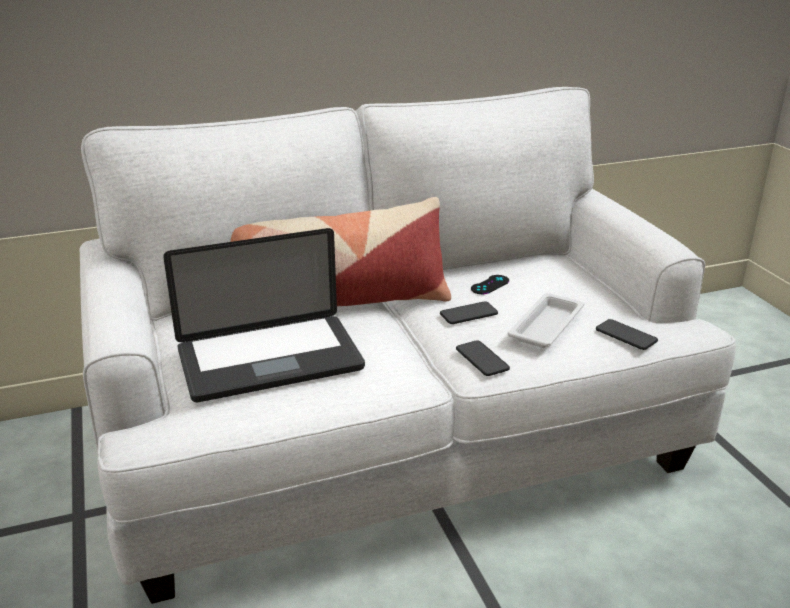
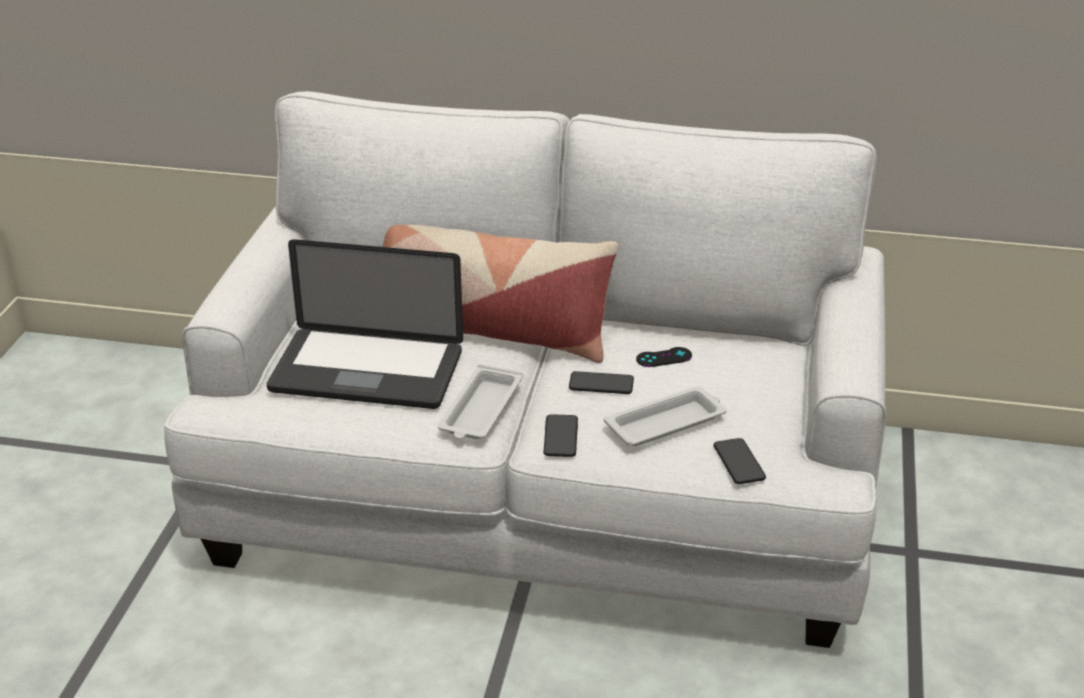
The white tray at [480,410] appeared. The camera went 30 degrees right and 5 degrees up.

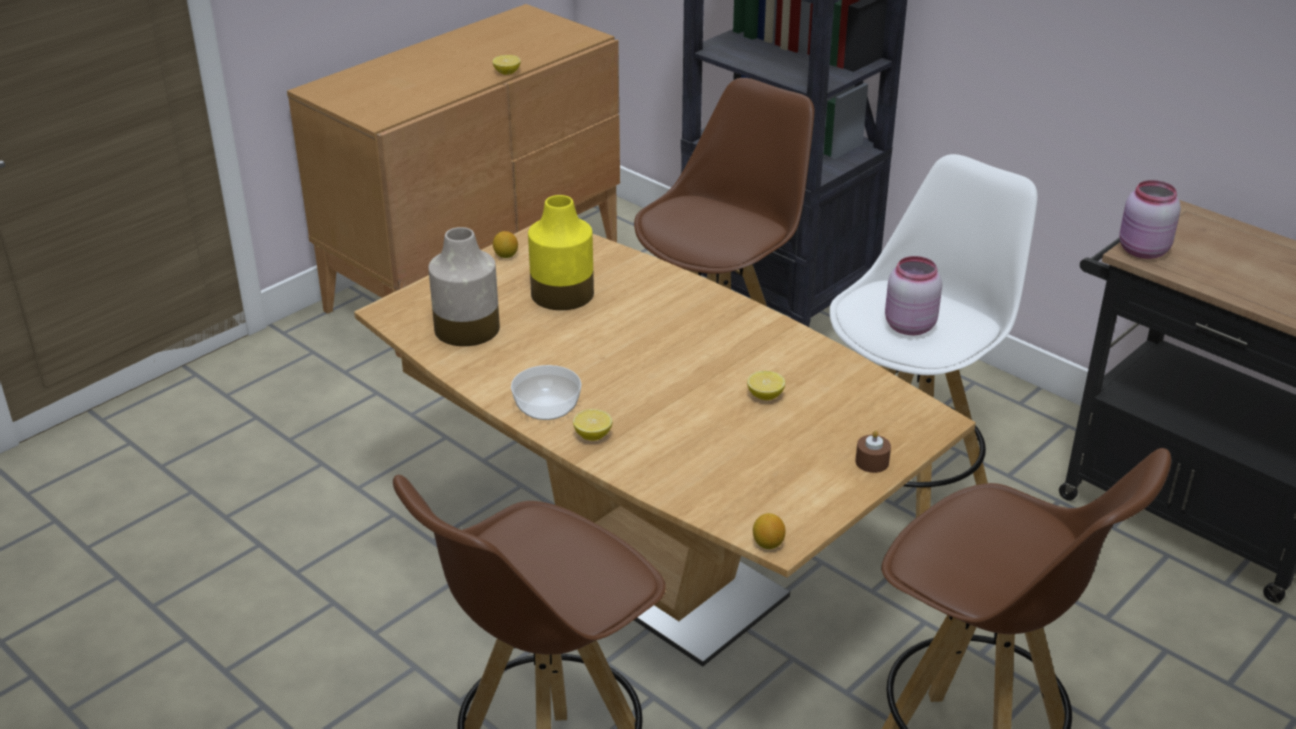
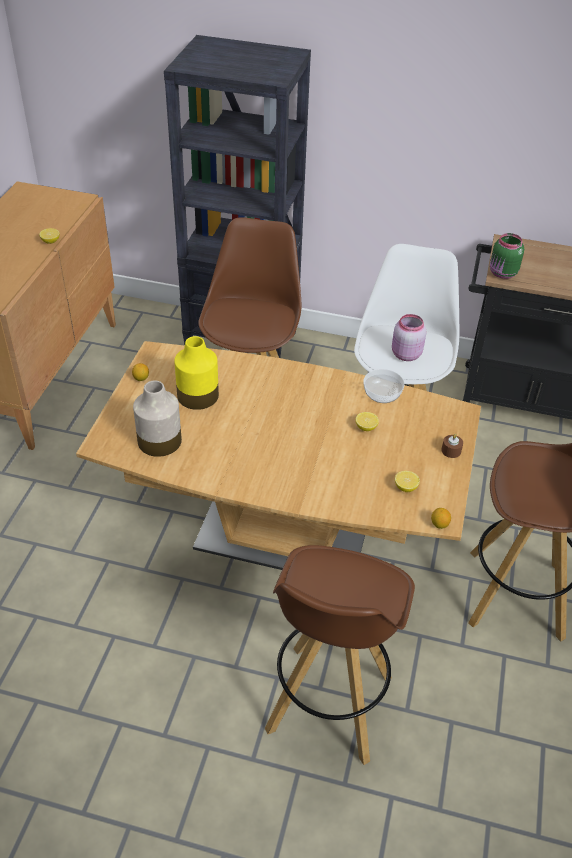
The bowl moved from [548,407] to [382,394]. The lemon moved from [592,435] to [405,487]. The pink jar at [1142,251] became the green jar at [502,273]. The camera went 30 degrees left and 10 degrees up.

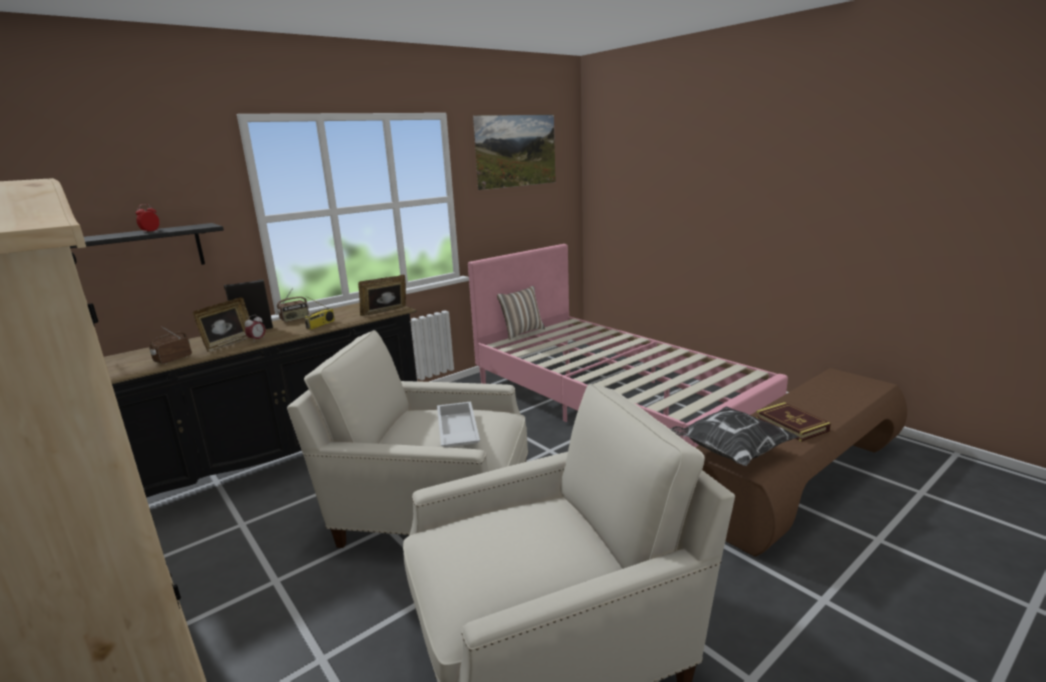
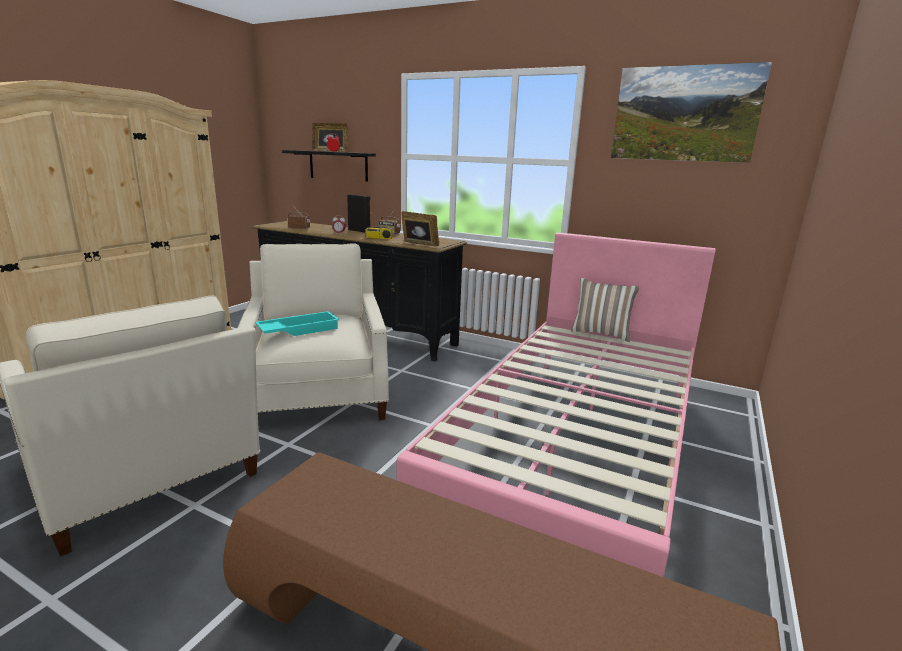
The pillow at [729,452] disappeared. The book at [791,425] disappeared. The picture frame moved from [229,344] to [330,151]. The white tray at [456,432] became the turquoise tray at [299,329]. The camera went 65 degrees right and 0 degrees up.

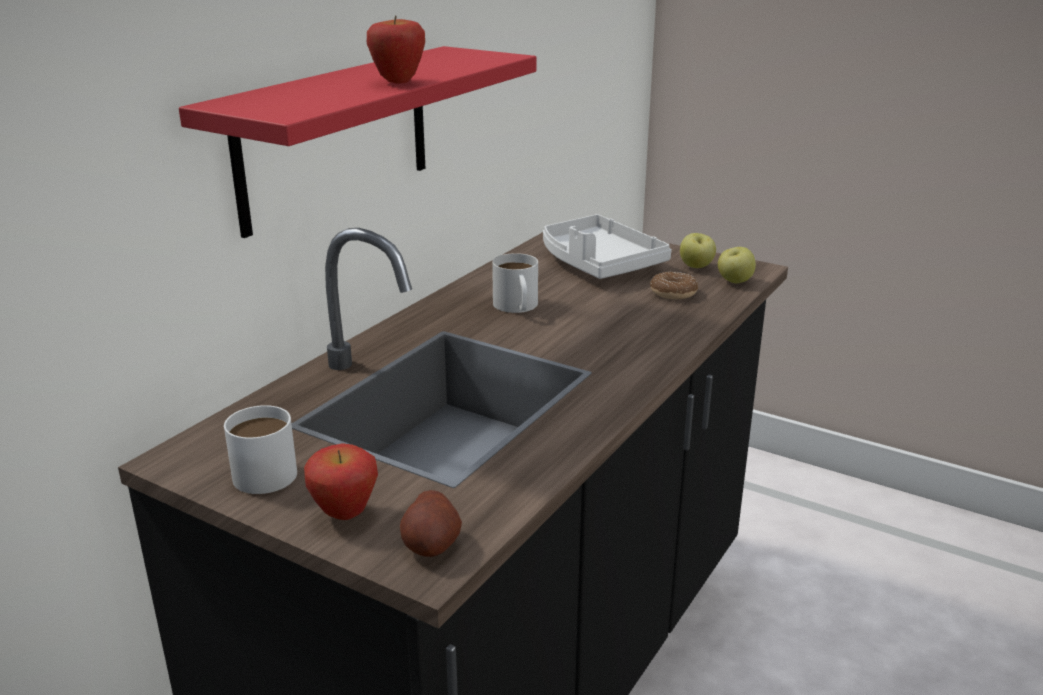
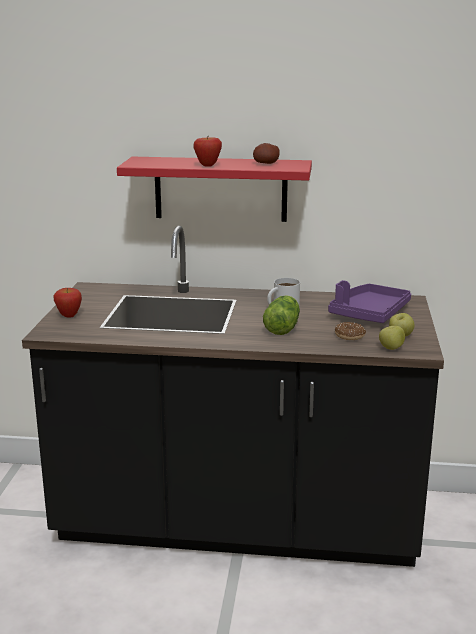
The white mug at [263,468] disappeared. The lettuce at [283,327] appeared. The potato moved from [432,544] to [266,163]. The grey tray at [598,263] became the purple tray at [369,313]. The camera went 65 degrees right and 5 degrees down.

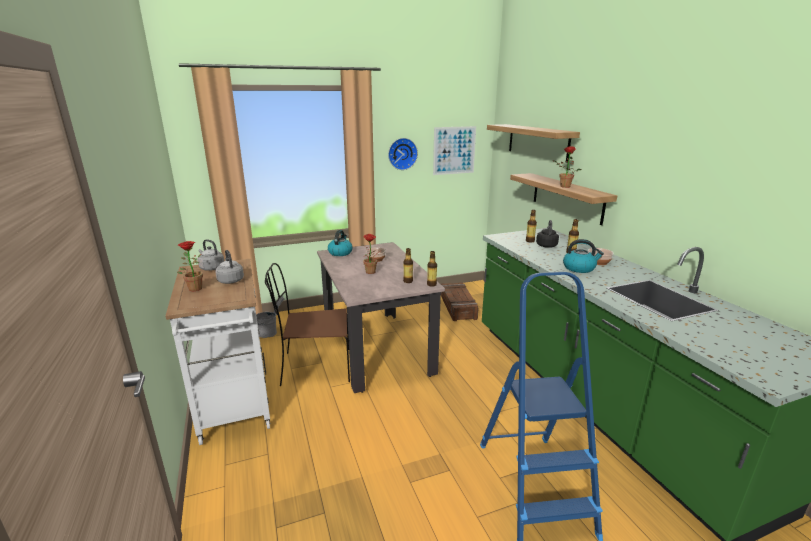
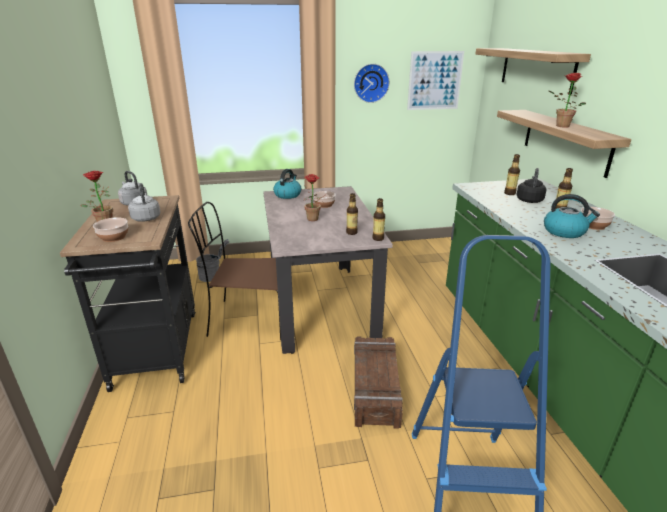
The bowl at [114,237] appeared. The crate moved from [458,306] to [376,387]. The white cart at [235,404] became the black cart at [156,351]. The camera went 10 degrees right and 5 degrees up.

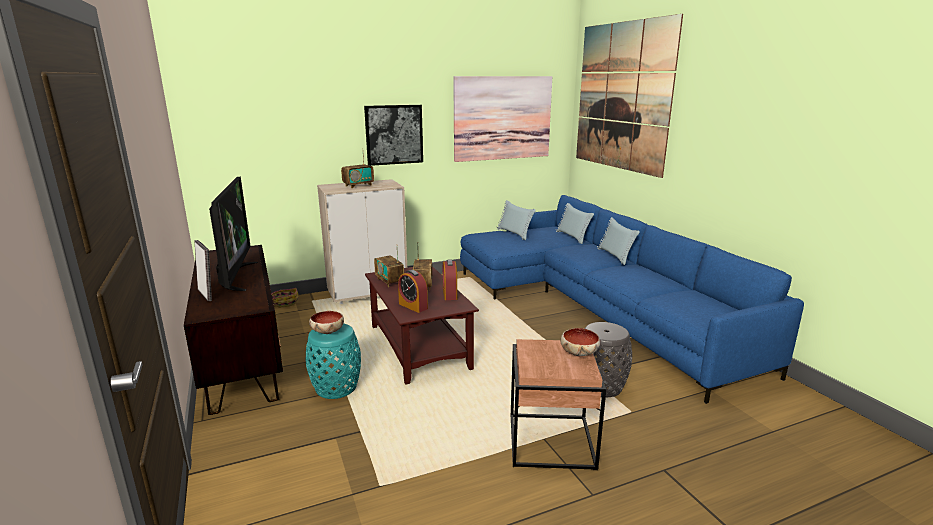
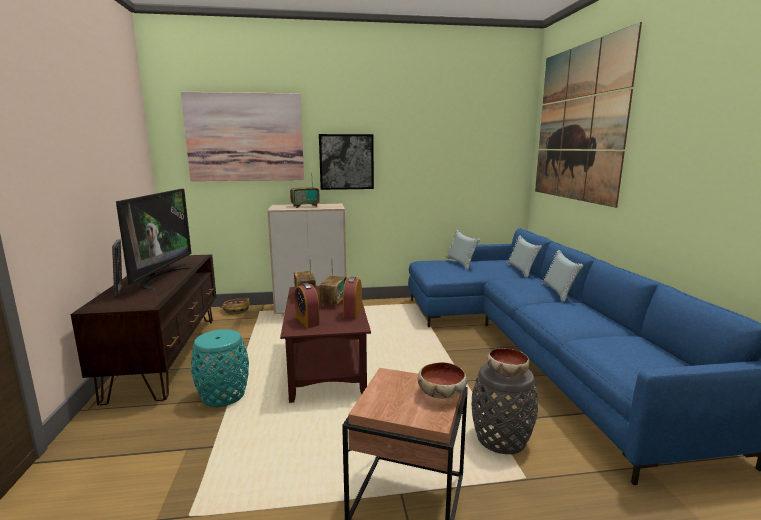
The bowl moved from [327,331] to [506,373]. The picture moved from [502,118] to [245,137]. The camera went 15 degrees right and 5 degrees down.

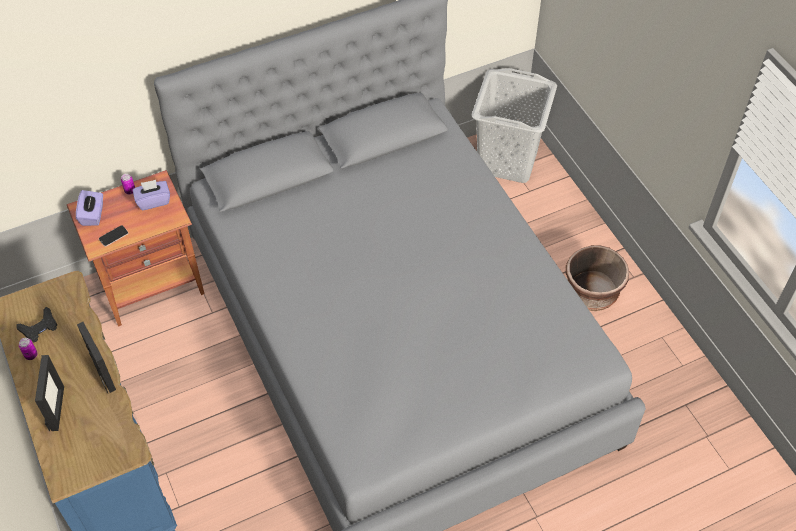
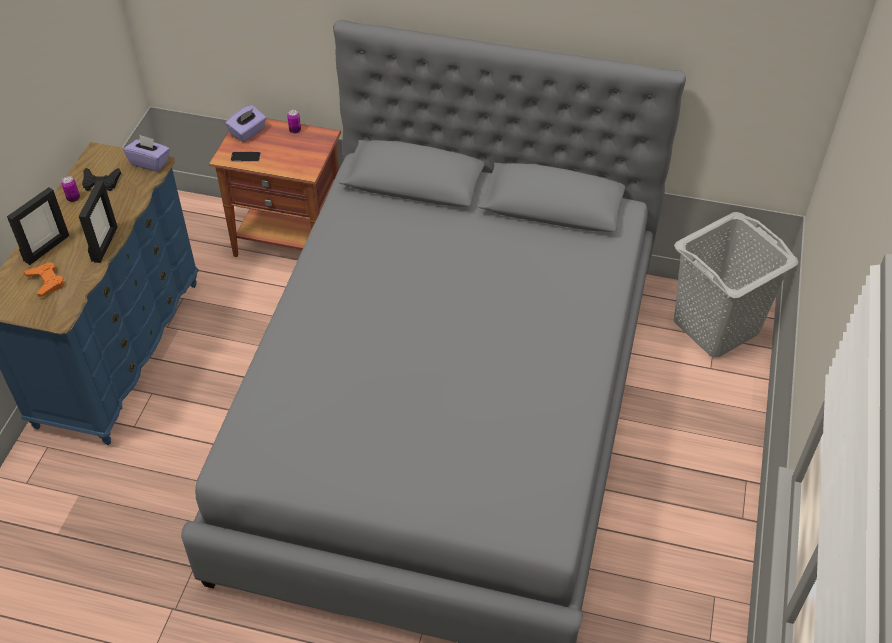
The brown planter at [591,293] disappeared. The orange game controller at [46,282] appeared. The purple tissue box moved from [153,201] to [150,162]. The camera went 40 degrees right and 5 degrees down.

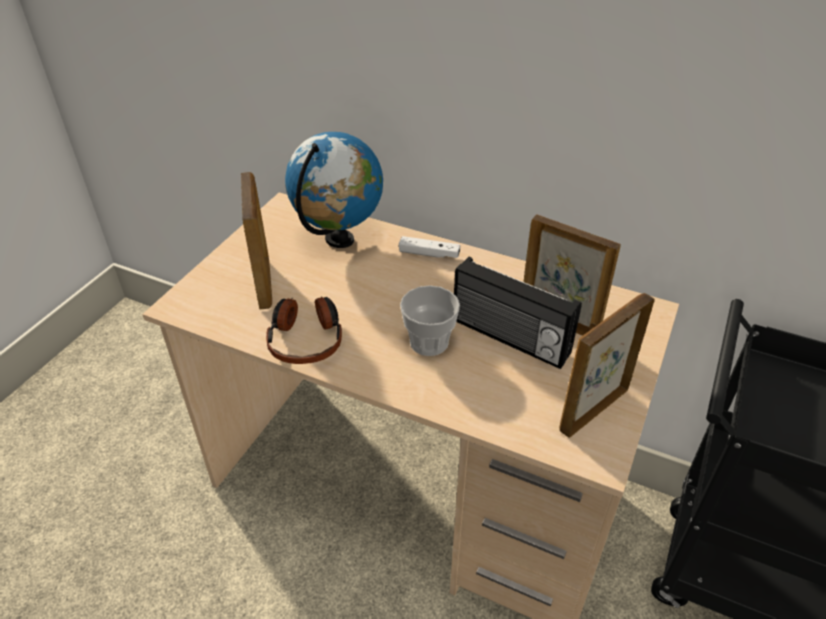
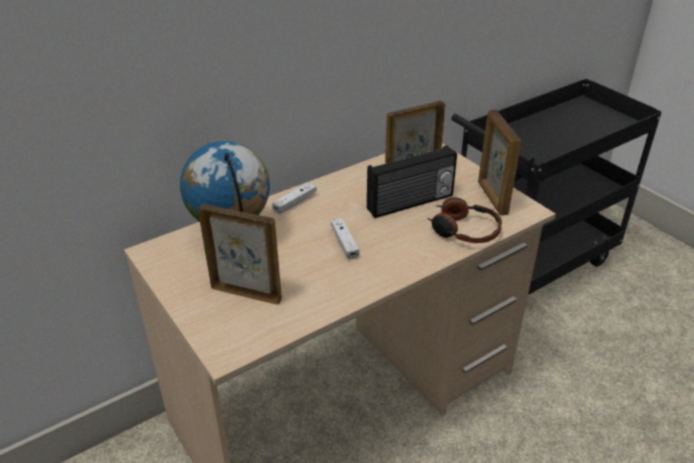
The cup at [429,342] disappeared. The white game controller at [344,243] appeared. The headphones moved from [306,338] to [463,230]. The camera went 60 degrees left and 5 degrees down.

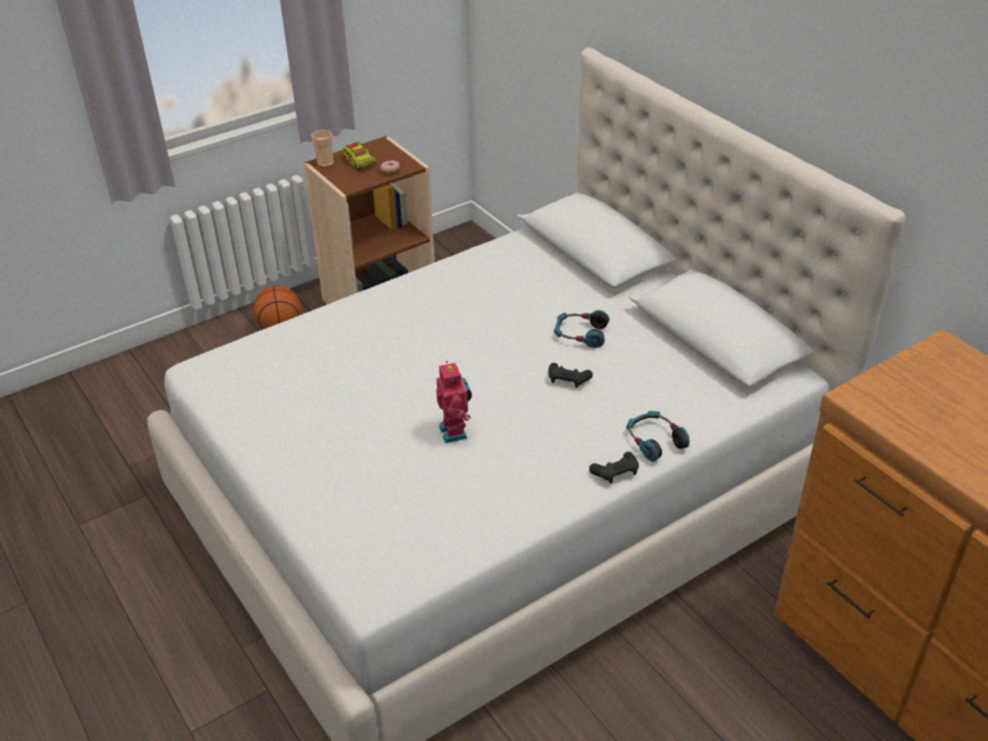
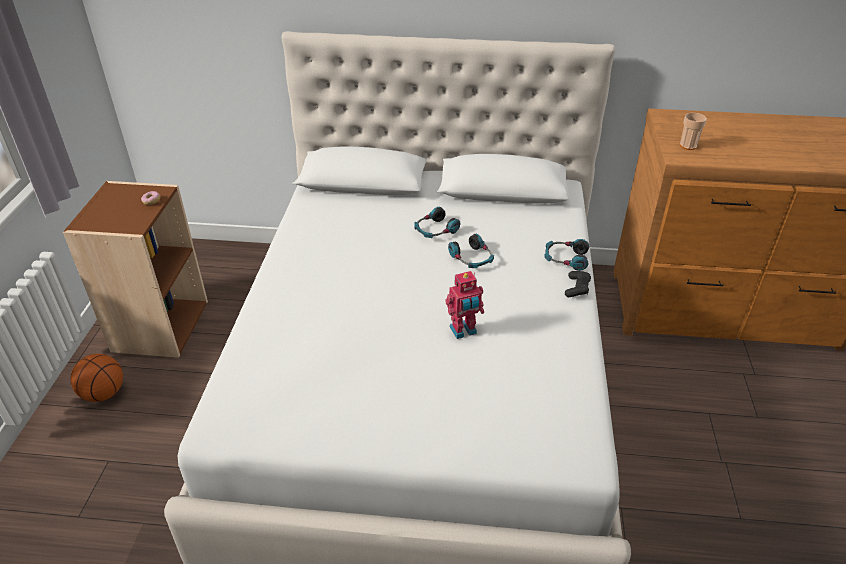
The toy truck at [359,162] disappeared. The cup moved from [325,163] to [688,146]. The black game controller at [568,380] was replaced by the headphones at [471,258]. The toy robot at [455,432] turned 135 degrees clockwise. The camera went 50 degrees left and 0 degrees up.

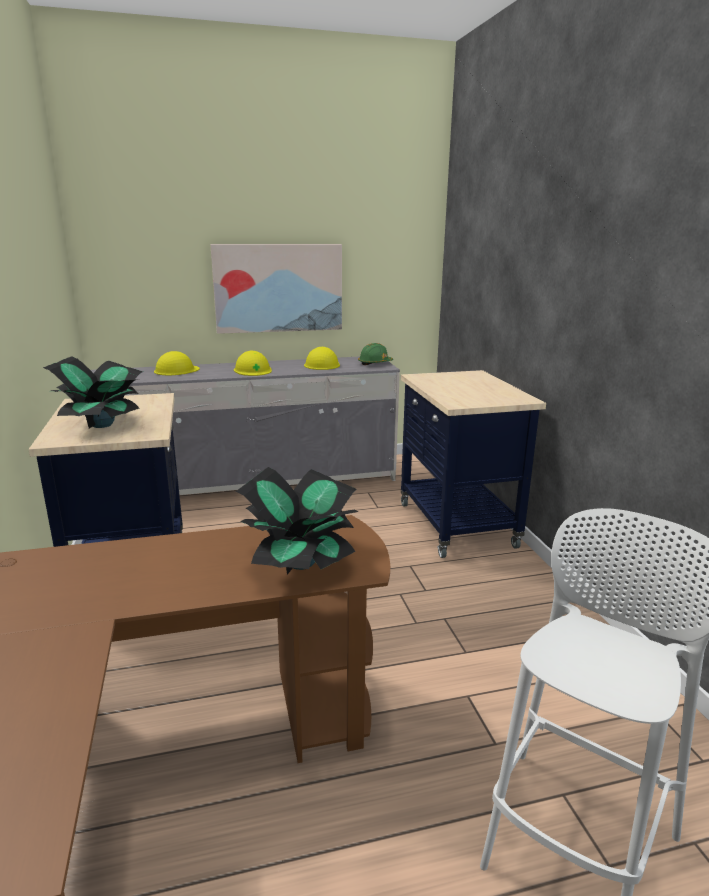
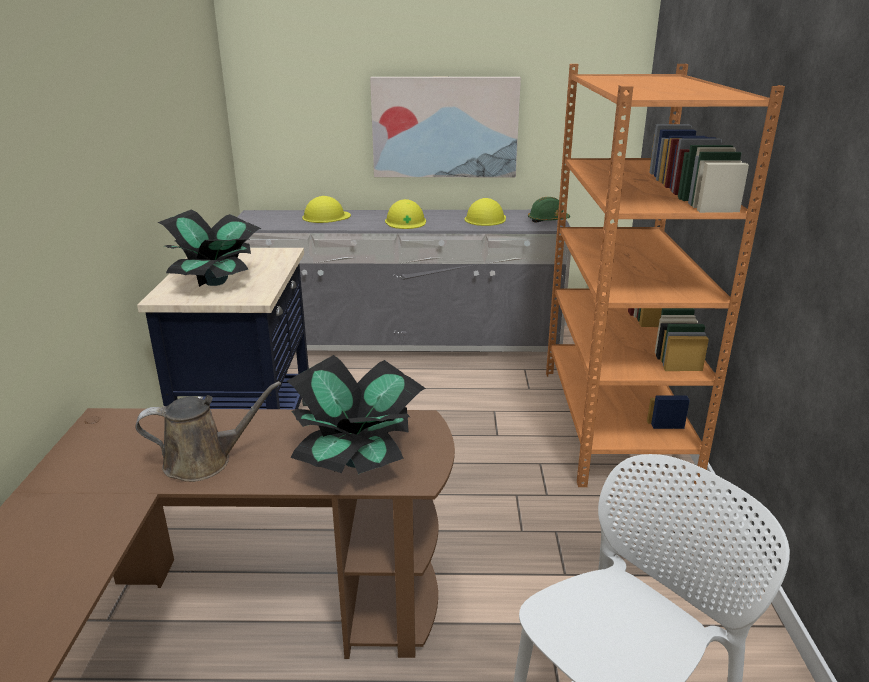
The brown watering can at [204,461] appeared. The blue cart at [457,526] was replaced by the orange bookcase at [613,423]. The camera went 15 degrees right and 5 degrees up.

